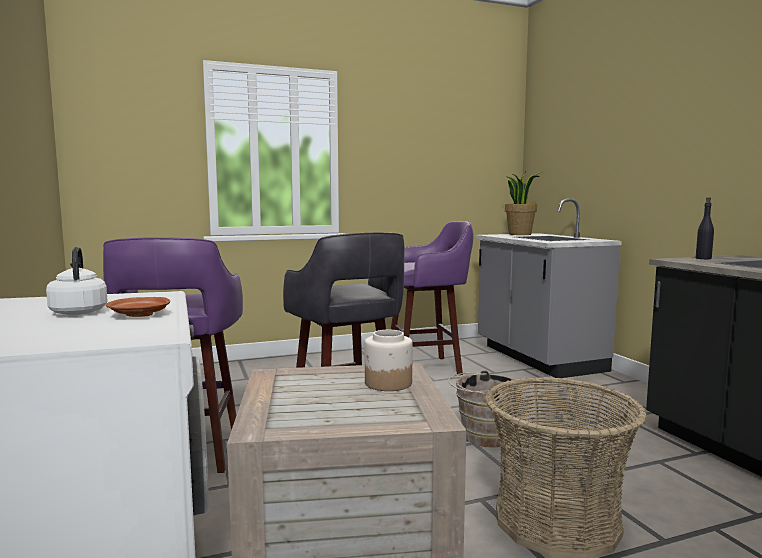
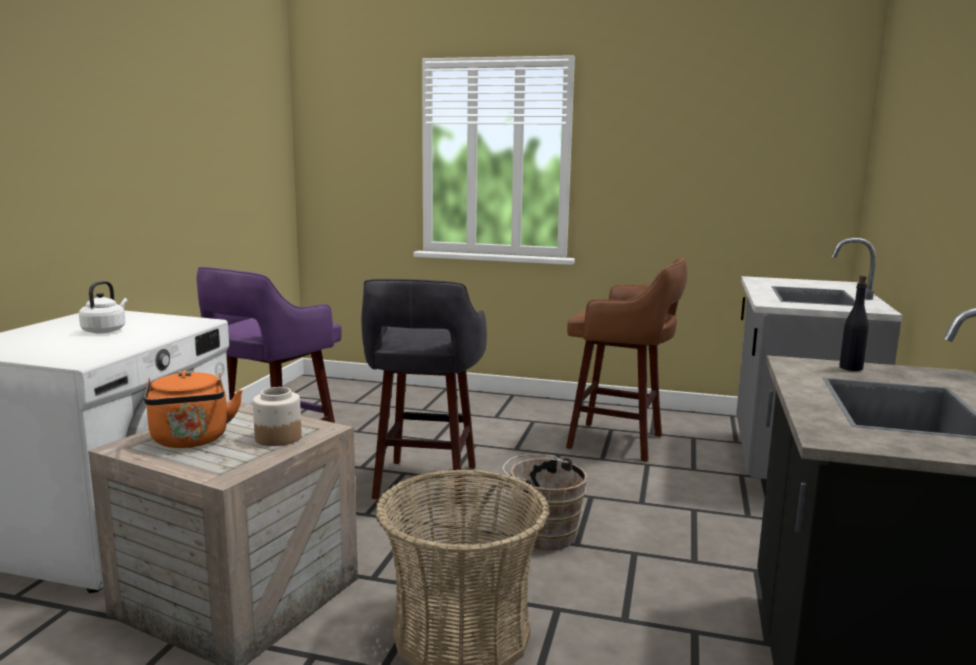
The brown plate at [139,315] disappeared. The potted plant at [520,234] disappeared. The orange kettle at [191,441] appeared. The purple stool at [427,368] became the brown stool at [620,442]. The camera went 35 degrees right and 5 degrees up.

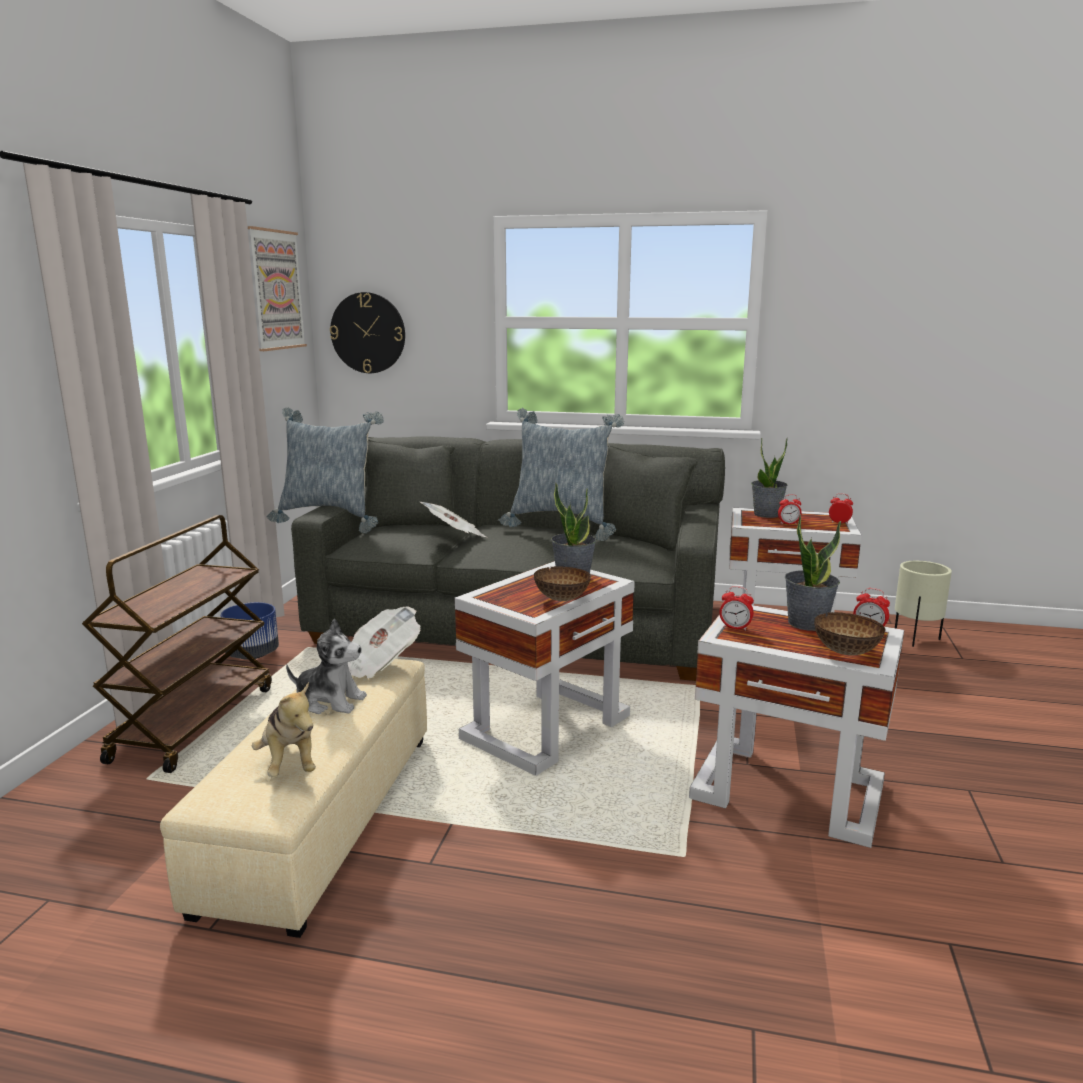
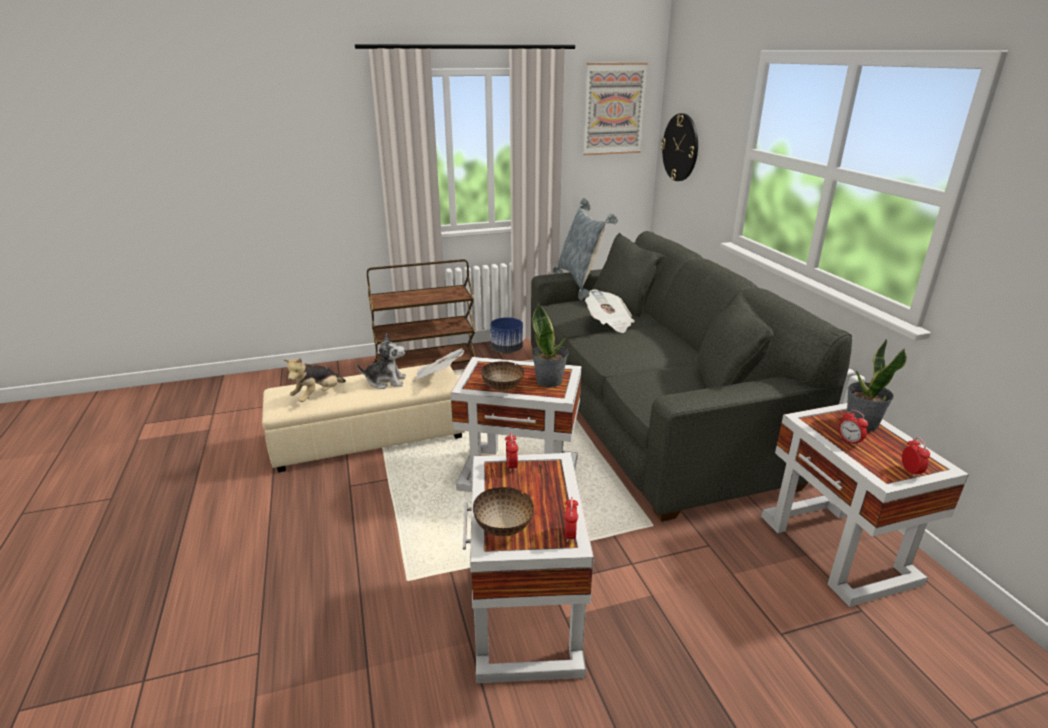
The pillow at [562,530] disappeared. The potted plant at [807,623] disappeared. The beige planter at [916,639] disappeared. The plush toy at [330,701] turned 75 degrees counterclockwise. The camera went 60 degrees right and 10 degrees up.

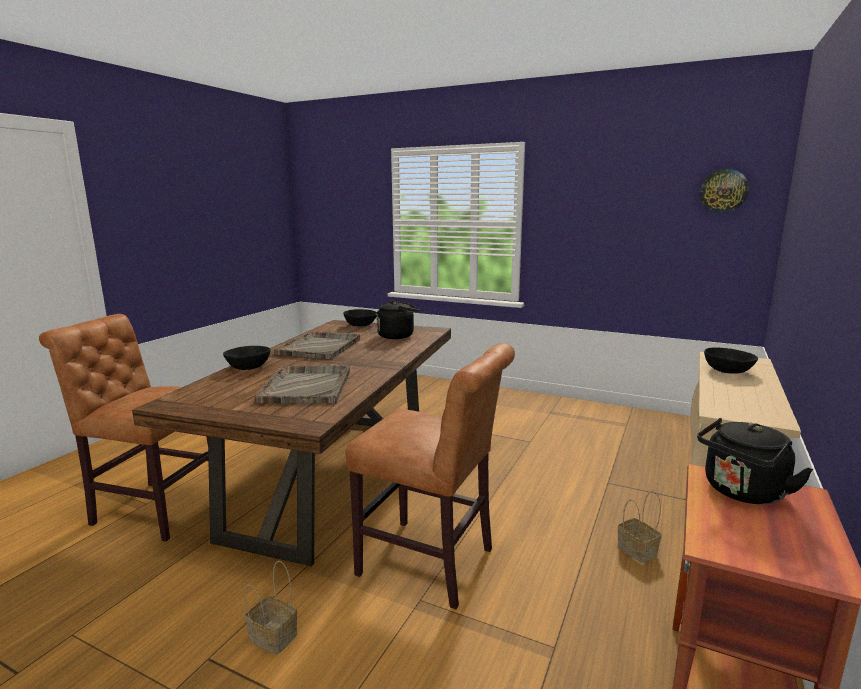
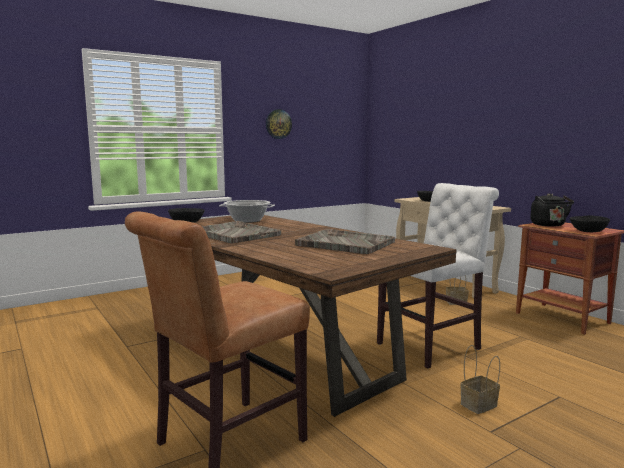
The black bowl moved from [248,367] to [588,231]. The wall clock moved from [723,191] to [278,124]. The black kettle at [398,336] was replaced by the cooking pot at [247,220]. The brown chair at [432,564] became the white chair at [432,345]. The camera went 60 degrees left and 5 degrees down.

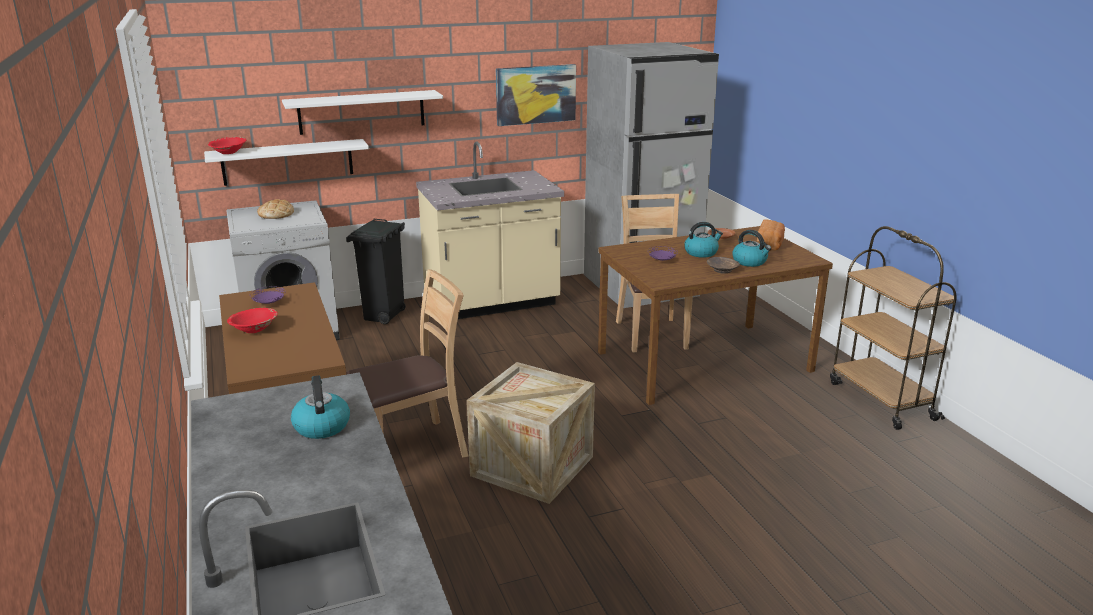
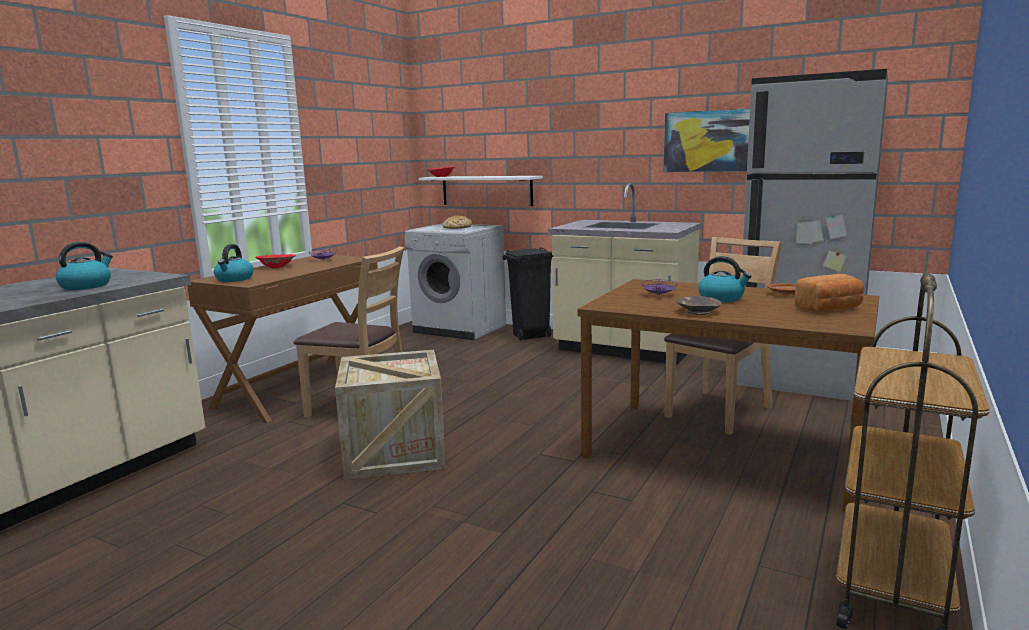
The white shelf at [362,112] disappeared. The kettle moved from [750,262] to [234,279]. The camera went 50 degrees right and 10 degrees down.

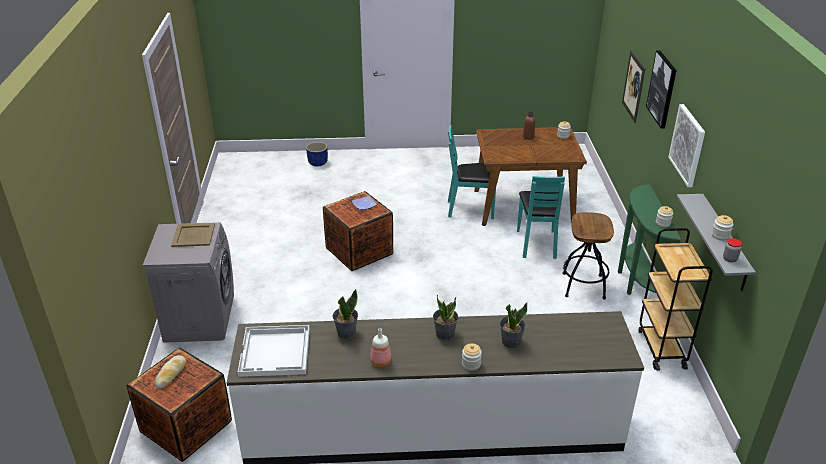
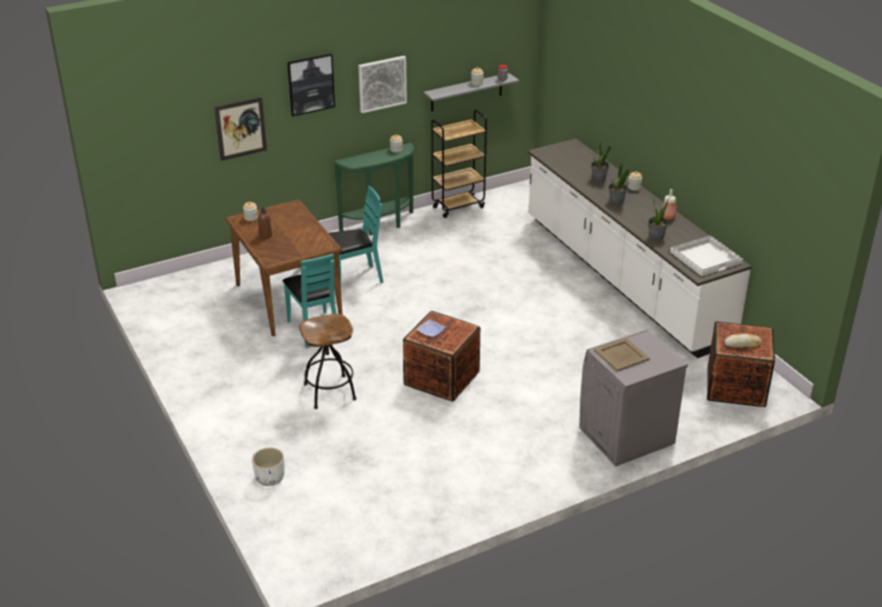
The brown stool moved from [583,286] to [330,391]. The blue planter at [317,162] became the white planter at [269,478]. The camera went 115 degrees left and 0 degrees up.

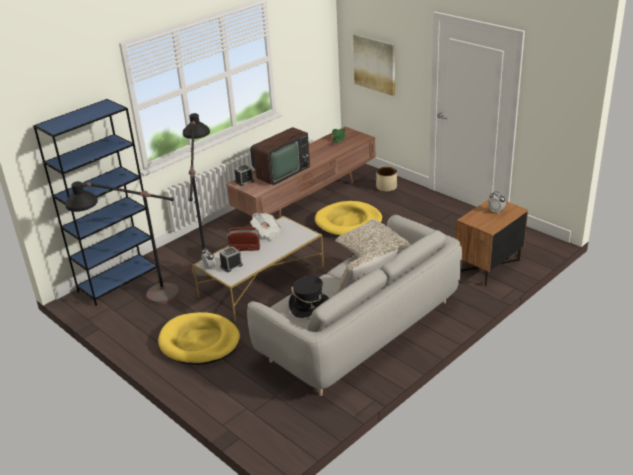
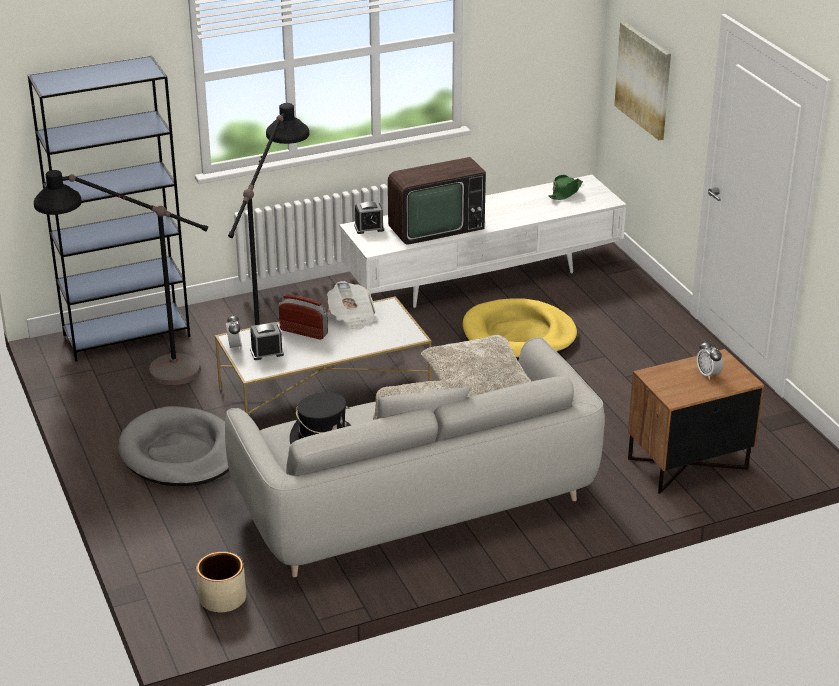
The beige planter moved from [386,187] to [222,598]. The yellow dog bed at [199,342] became the grey dog bed at [180,453]. The brown tv stand at [305,196] became the white tv stand at [482,276]. The camera went 20 degrees right and 0 degrees up.

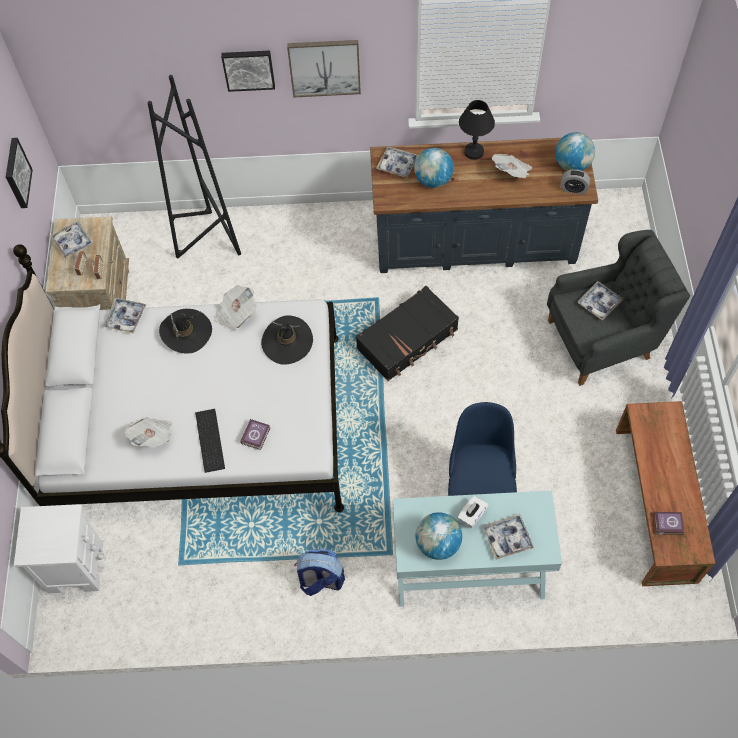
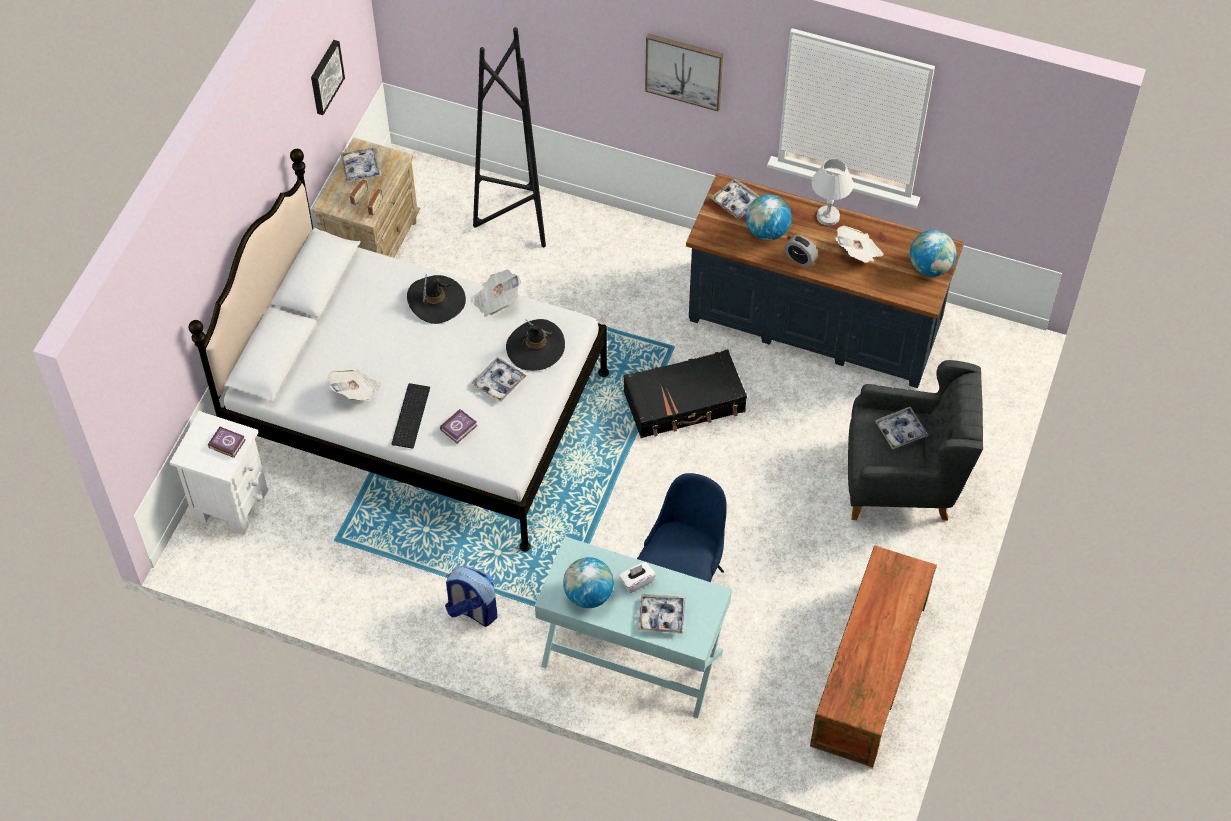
The picture at [248,69] disappeared. The tray moved from [125,318] to [499,382]. The alarm clock moved from [573,189] to [800,259]. The book moved from [667,523] to [226,443]. The black table lamp at [474,152] became the white table lamp at [828,216]. The camera went 20 degrees right and 5 degrees down.

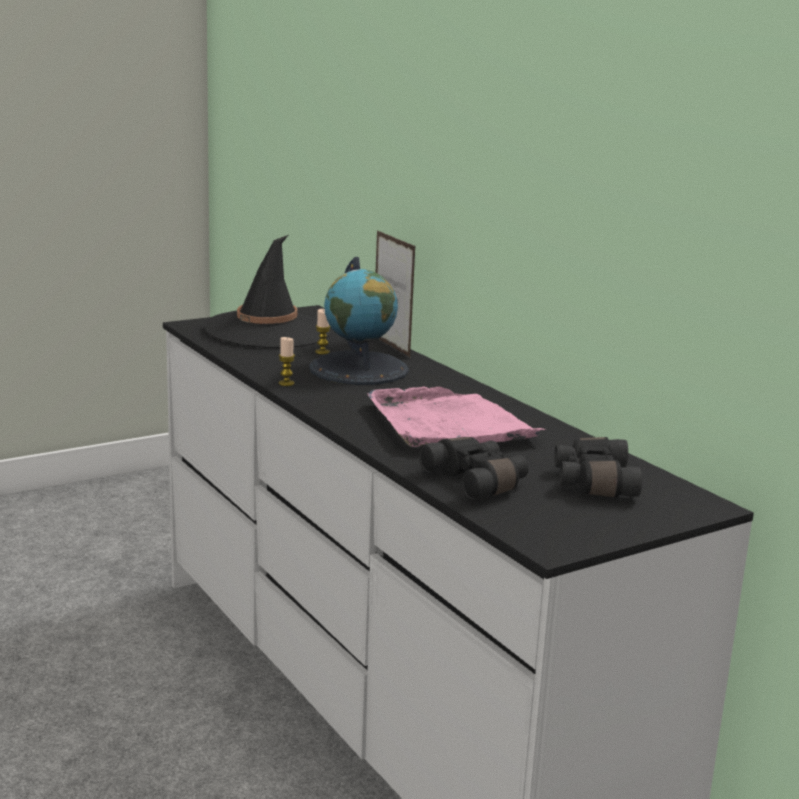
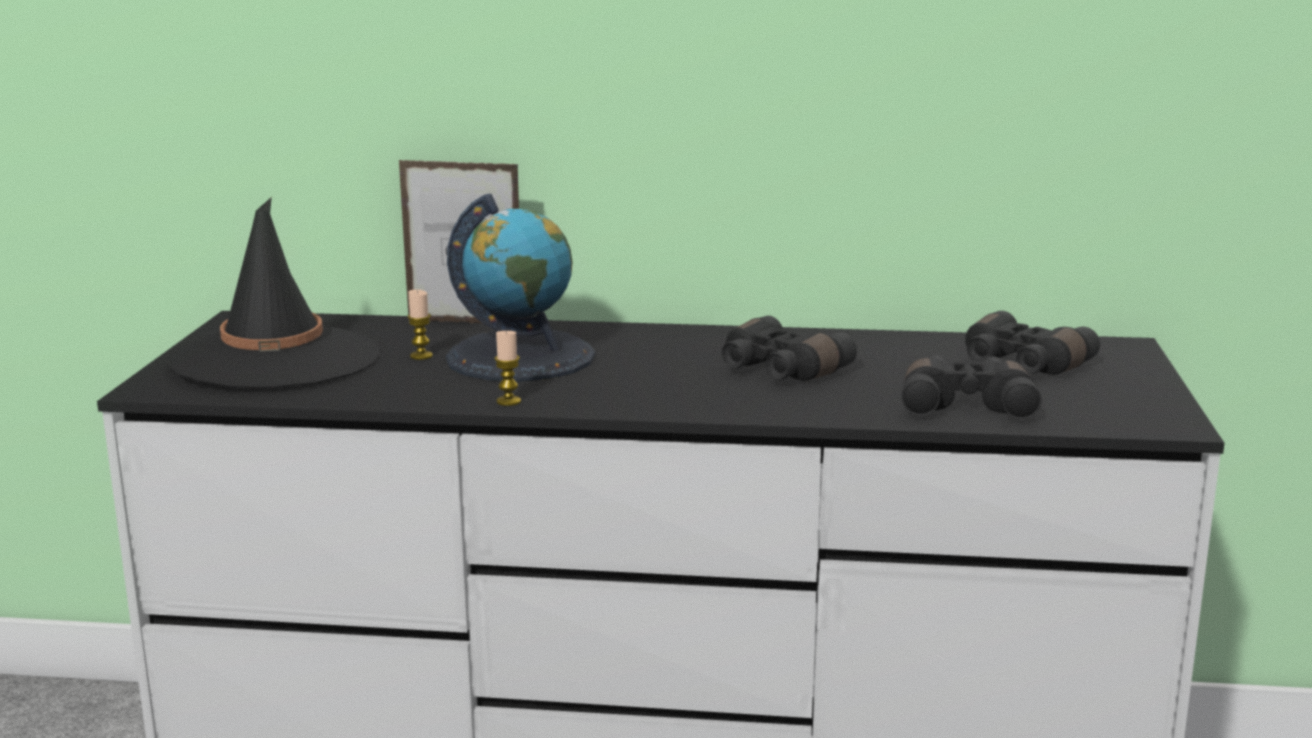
The pink tray at [448,424] was replaced by the black binoculars at [779,370]. The camera went 50 degrees left and 0 degrees up.

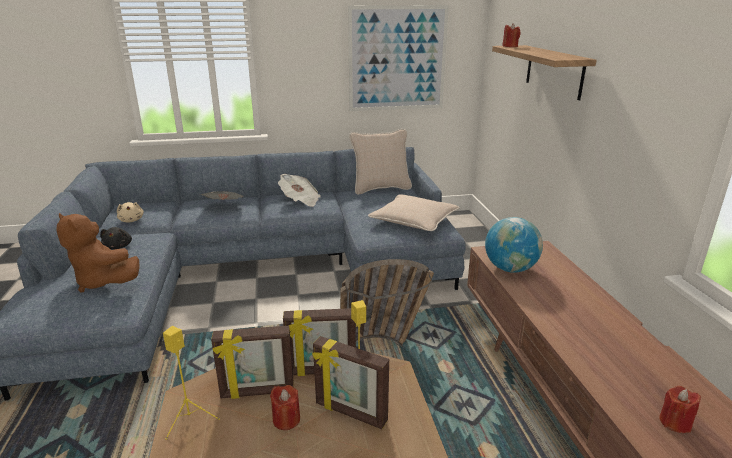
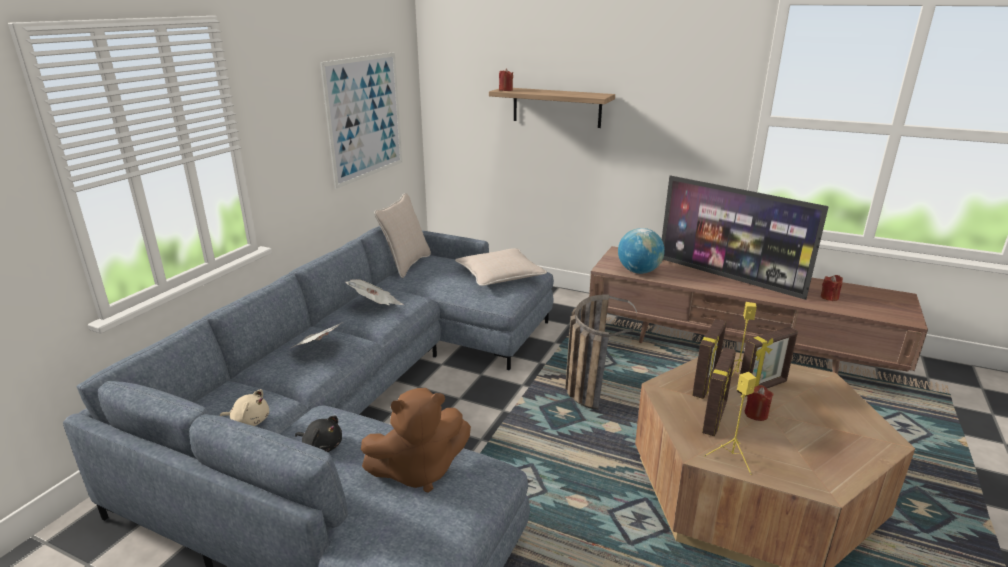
The television at [729,277] appeared. The camera went 55 degrees left and 0 degrees up.

